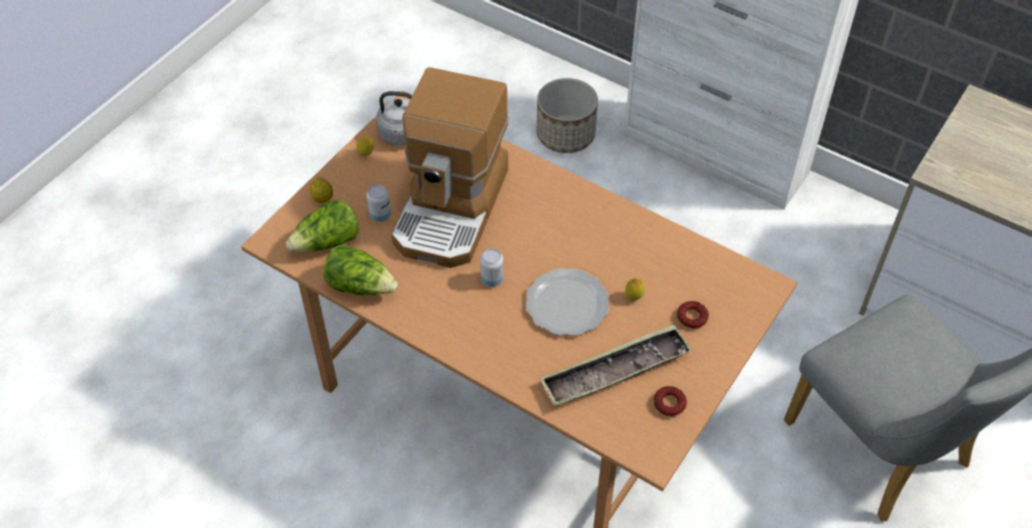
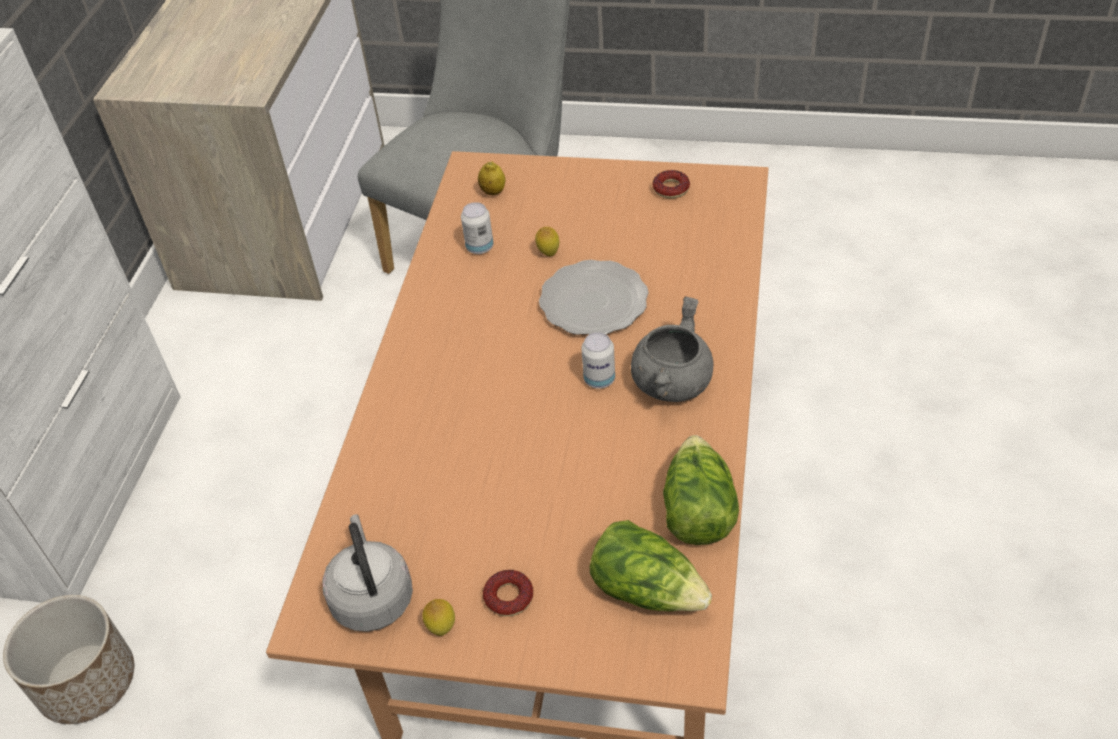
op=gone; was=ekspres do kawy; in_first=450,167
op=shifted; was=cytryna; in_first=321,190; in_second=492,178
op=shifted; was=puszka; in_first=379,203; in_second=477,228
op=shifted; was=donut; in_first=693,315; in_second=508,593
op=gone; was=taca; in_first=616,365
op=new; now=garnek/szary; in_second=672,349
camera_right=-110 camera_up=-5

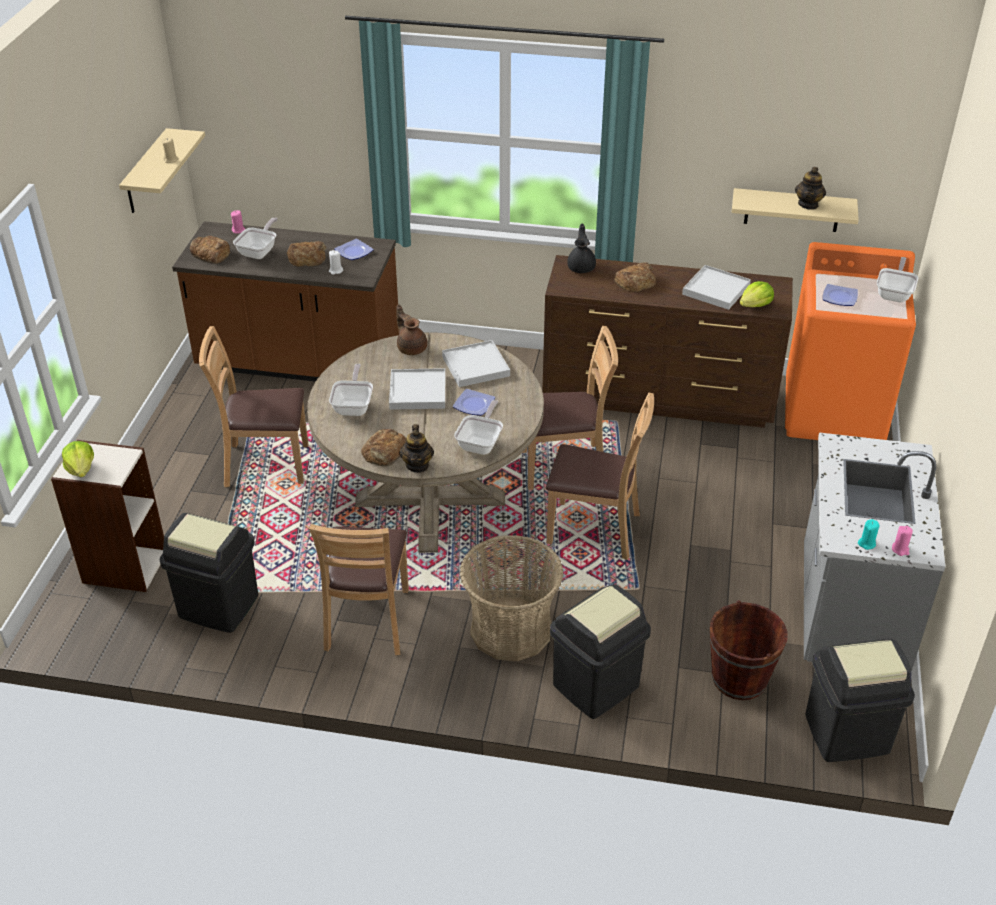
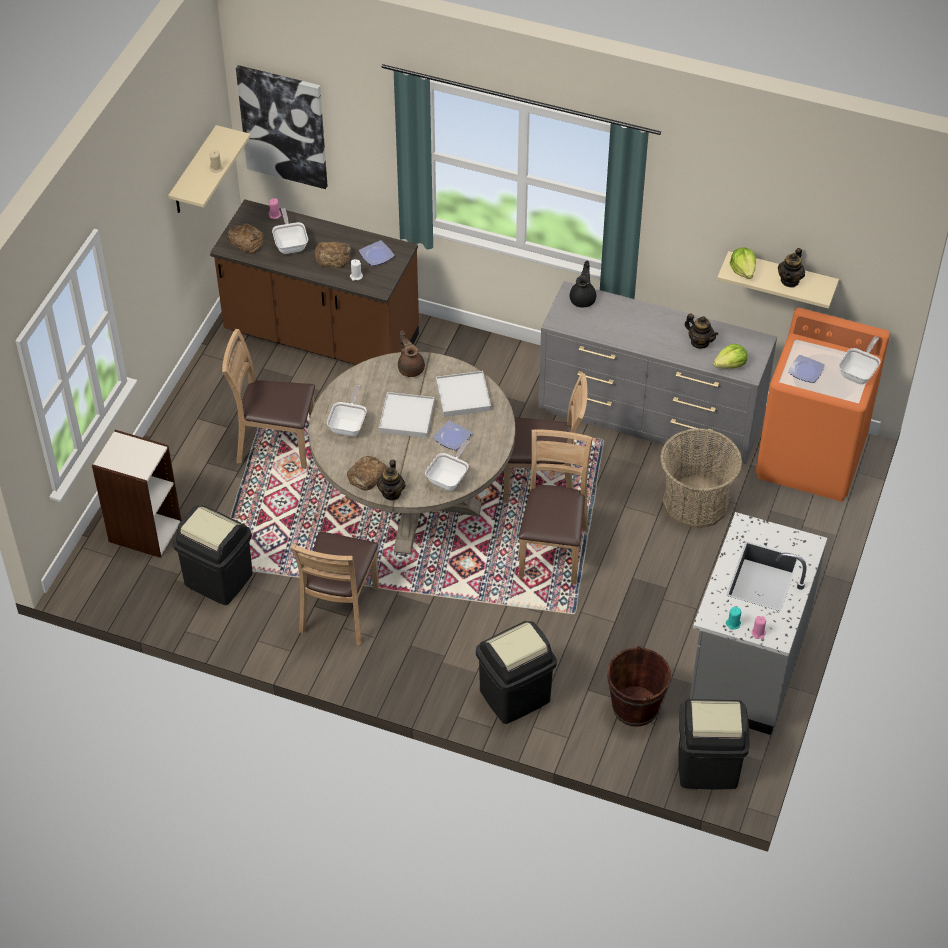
op=rotated; was=patelnia; in_first=255,238; in_second=290,231; clockwise=-45
op=repainted; was=komoda/brązowy; now=komoda/szary; in_first=667,341; in_second=657,372
op=gone; was=chleb; in_first=635,277
op=swapped; was=taca/biały; now=imbryk; in_first=716,287; in_second=701,331
op=rotated; was=krzesło/brązowy; in_first=600,476; in_second=555,507; clockwise=-105
op=shifted; was=sałata; in_first=78,459; in_second=742,263
op=shifted; was=koszyk; in_first=512,598; in_second=701,478
op=new; now=obraz; in_second=281,127
camera_right=10 camera_up=10

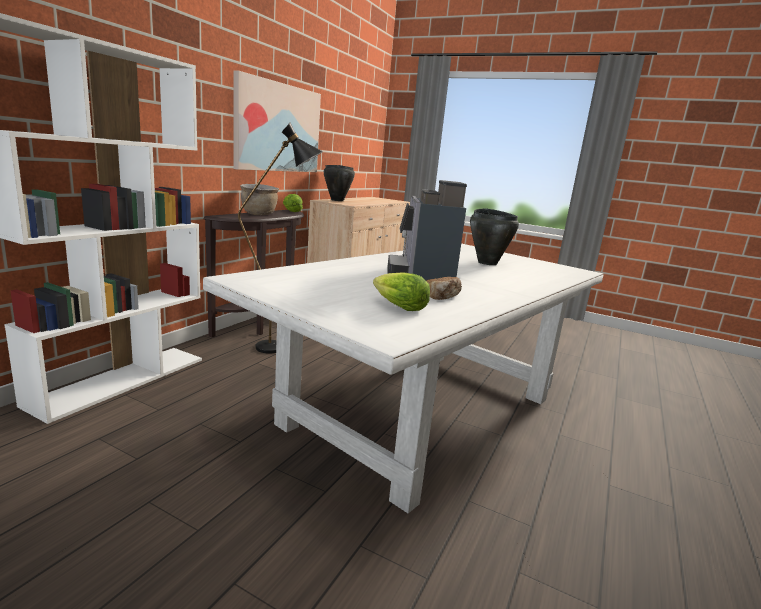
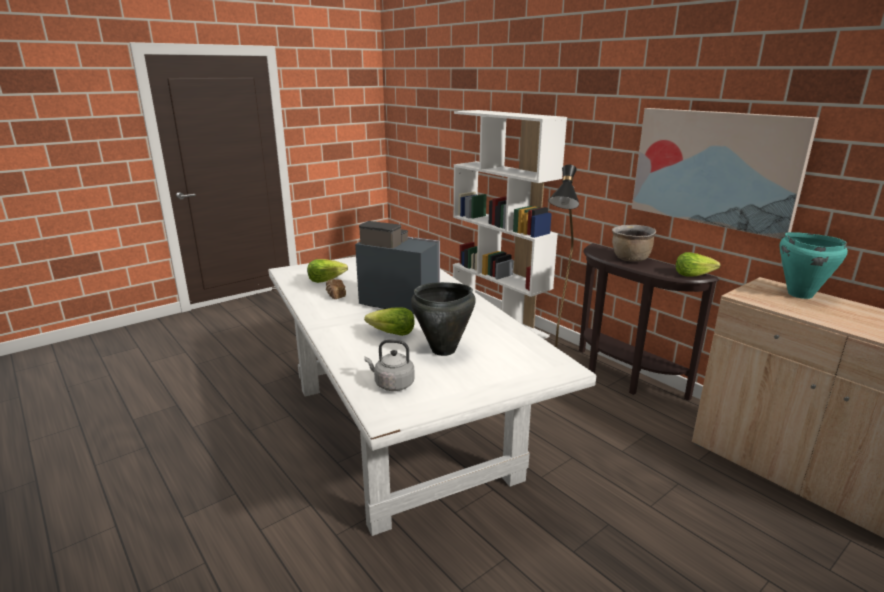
op=repainted; was=garnek/czarny; now=garnek/turkusowy; in_first=339,183; in_second=814,265
op=new; now=sałata; in_second=389,321
op=new; now=czajnik/szary; in_second=389,365
camera_right=115 camera_up=5

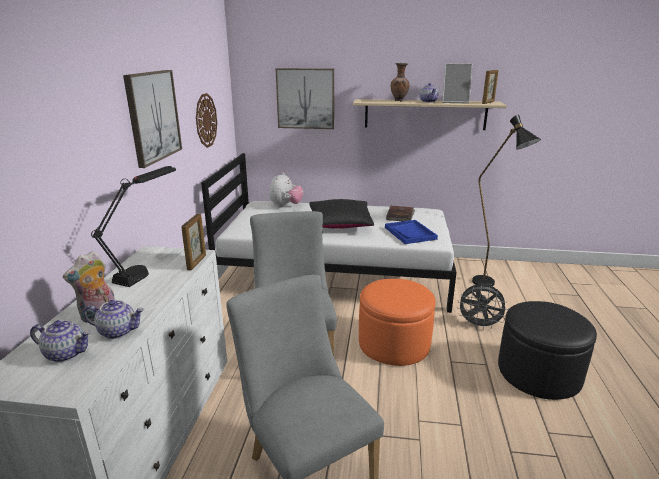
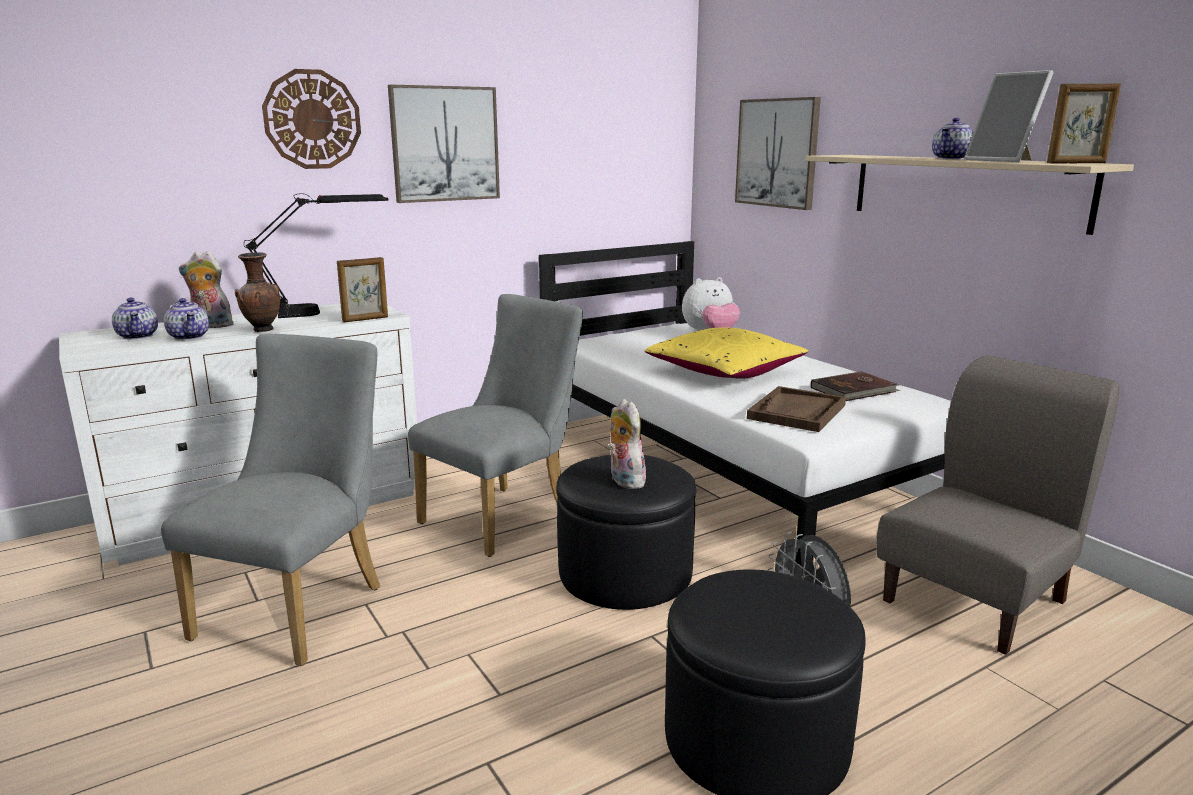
op=shifted; was=wazon/brązowy; in_first=400,82; in_second=257,292
op=shifted; was=zegar ścienny; in_first=206,120; in_second=311,119
op=swapped; was=lampa stojąca/czarny; now=krzesło/szary; in_first=506,200; in_second=997,505
op=repainted; was=poduszka/czarny; now=poduszka/żółty; in_first=341,214; in_second=727,353
op=repainted; was=taca/niebieski; now=taca/brązowy; in_first=411,232; in_second=796,409
op=repainted; was=pufa/pomarańczowy; now=pufa/czarny; in_first=397,322; in_second=626,532
op=new; now=pluszak; in_second=627,444
camera_right=50 camera_up=-5

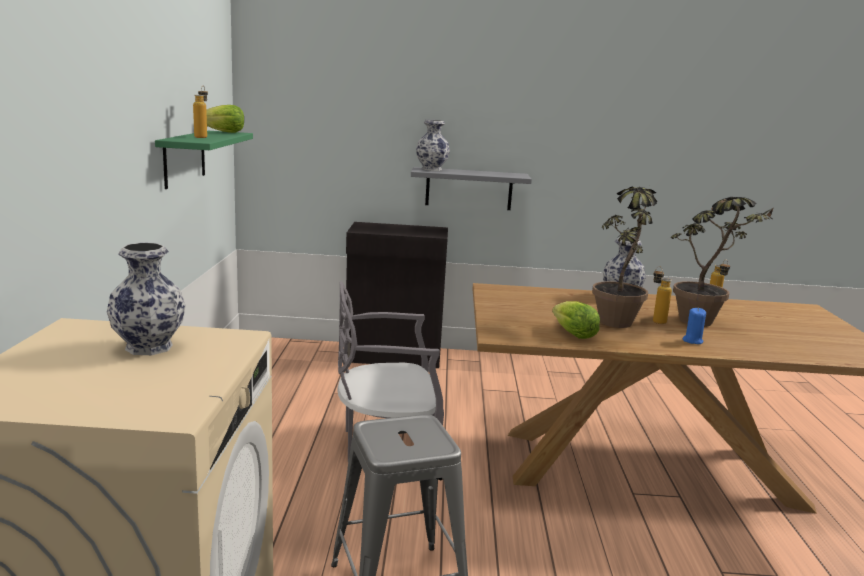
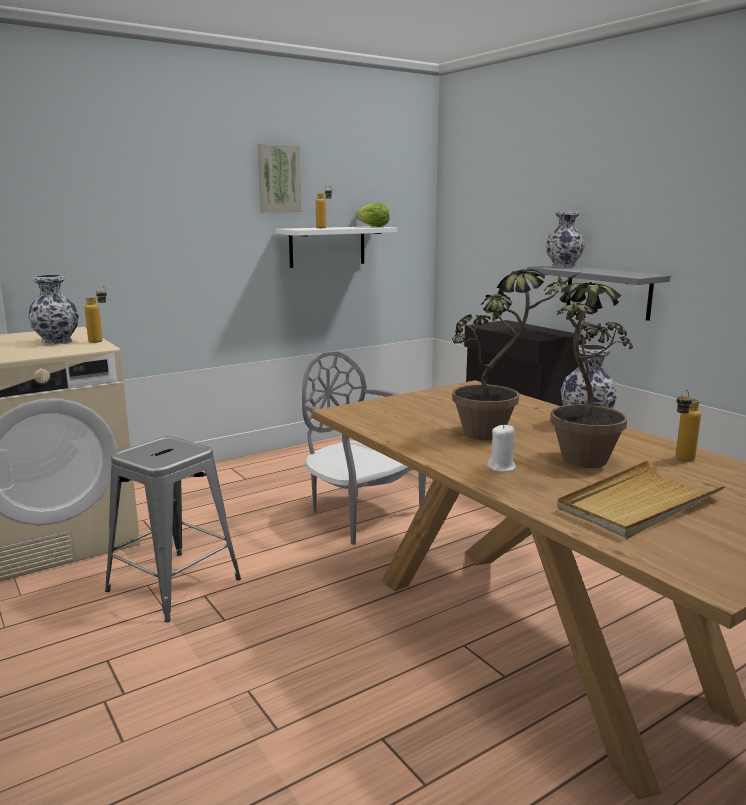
op=repainted; was=półka/zielony; now=półka/biały; in_first=204,160; in_second=336,247
op=shifted; was=butelka; in_first=662,295; in_second=96,314
op=gone; was=sałata; in_first=576,320
op=repainted; was=świeca/niebieski; now=świeca/biały; in_first=694,326; in_second=501,448
op=new; now=obraz; in_second=280,178
op=new; now=taca/beżowy; in_second=641,499
camera_right=55 camera_up=0

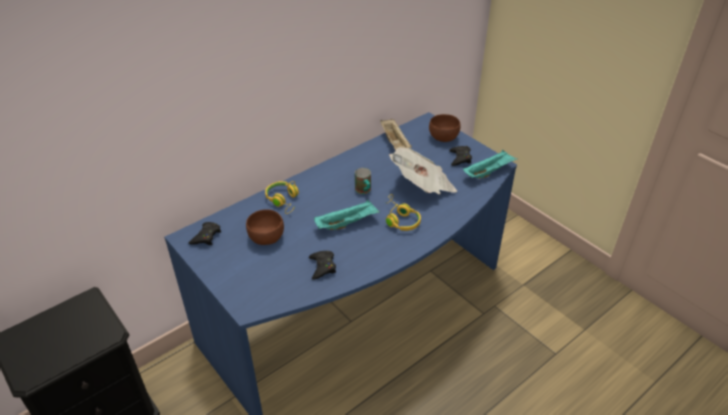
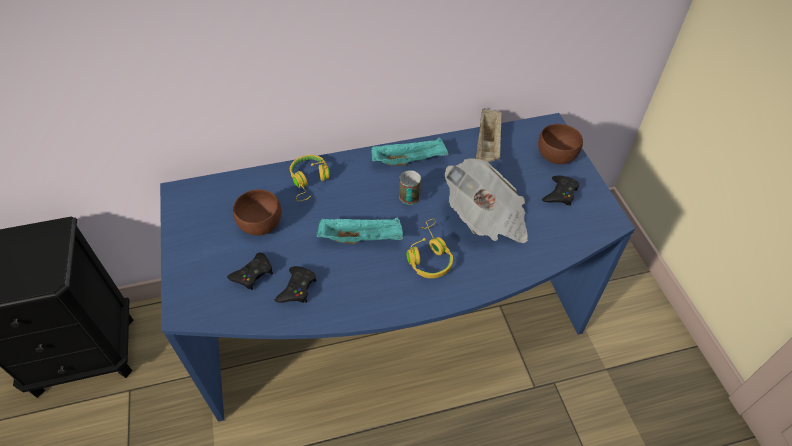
op=shifted; was=taca/turkusowy; in_first=490,164; in_second=410,151
op=shifted; was=pad do gier/czarny; in_first=205,233; in_second=250,271
camera_right=25 camera_up=10

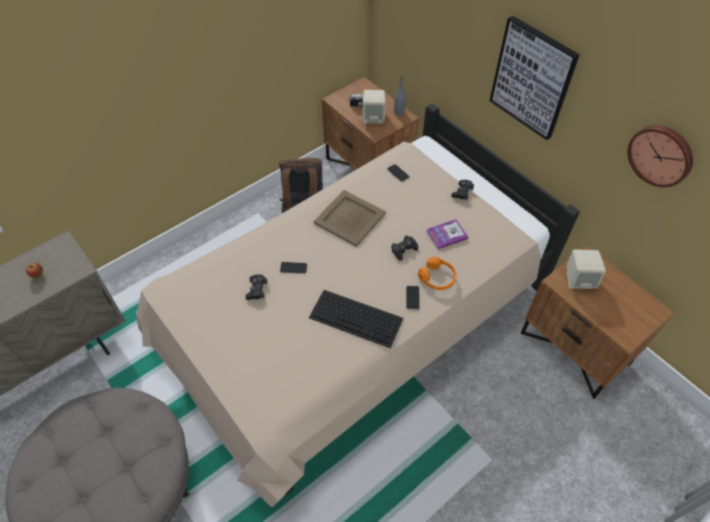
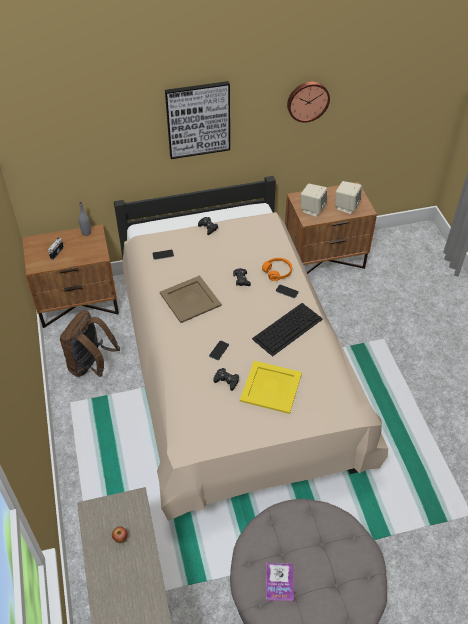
op=shifted; was=głośnik/beżowy; in_first=374,107; in_second=348,197
op=shifted; was=książka; in_first=447,234; in_second=280,582
op=new; now=taca/żółty; in_second=271,387
camera_right=-65 camera_up=-5

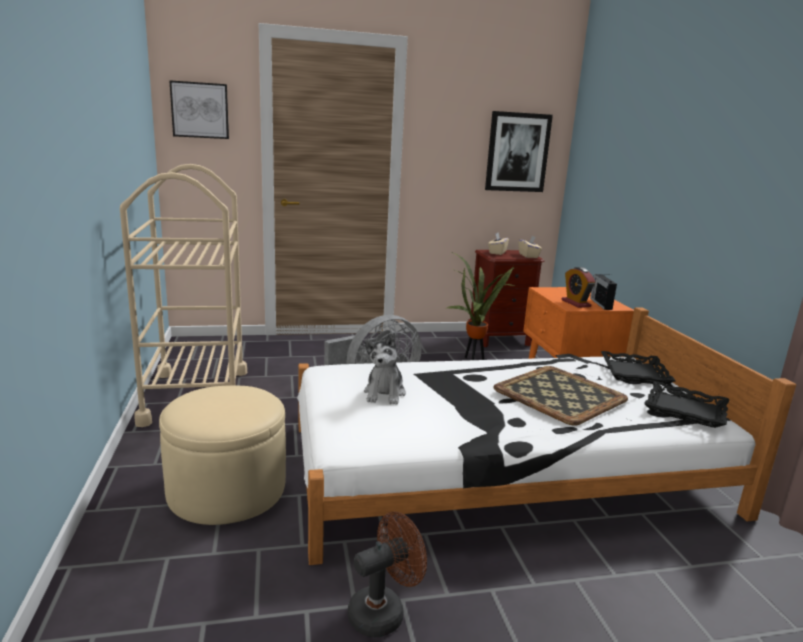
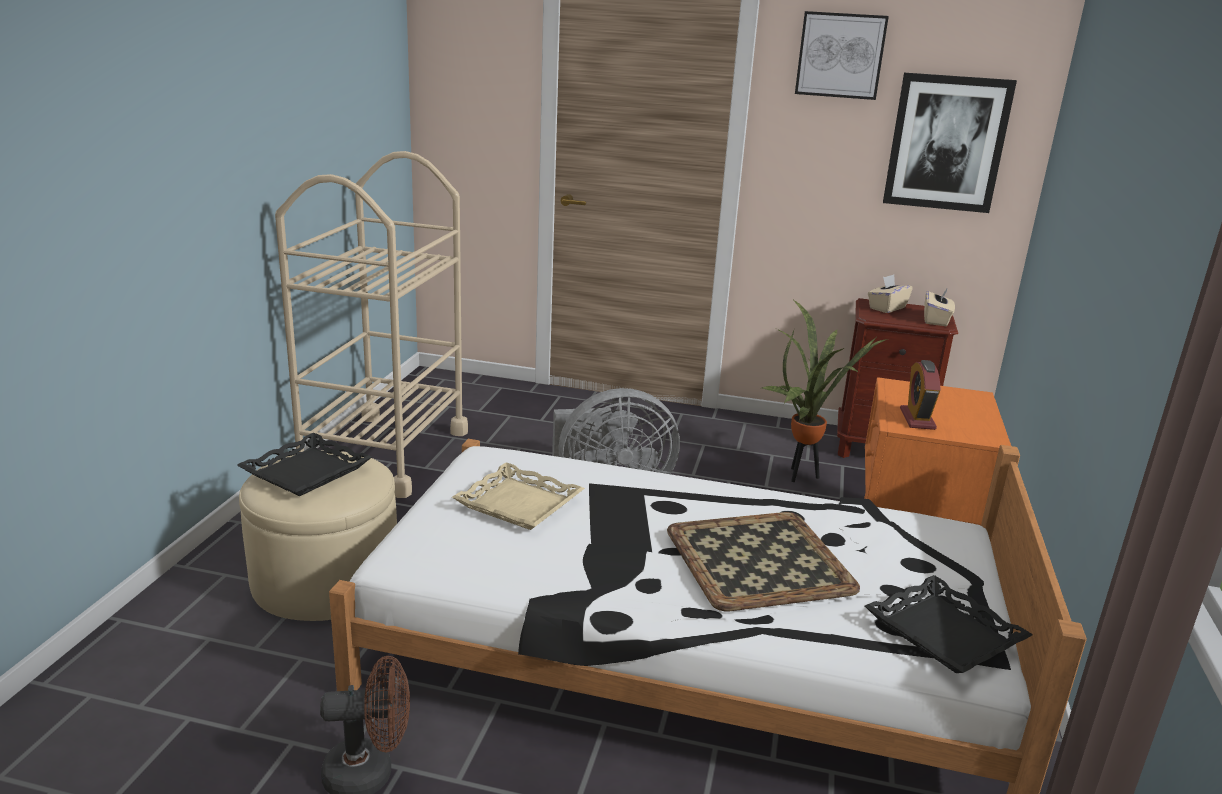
op=shifted; was=obraz; in_first=199,109; in_second=842,55
op=gone; was=radio; in_first=603,292
op=swapped; was=pluszak; now=taca/beżowy; in_first=385,369; in_second=518,496
op=shifted; was=taca/czarny; in_first=638,367; in_second=304,464
camera_right=25 camera_up=5

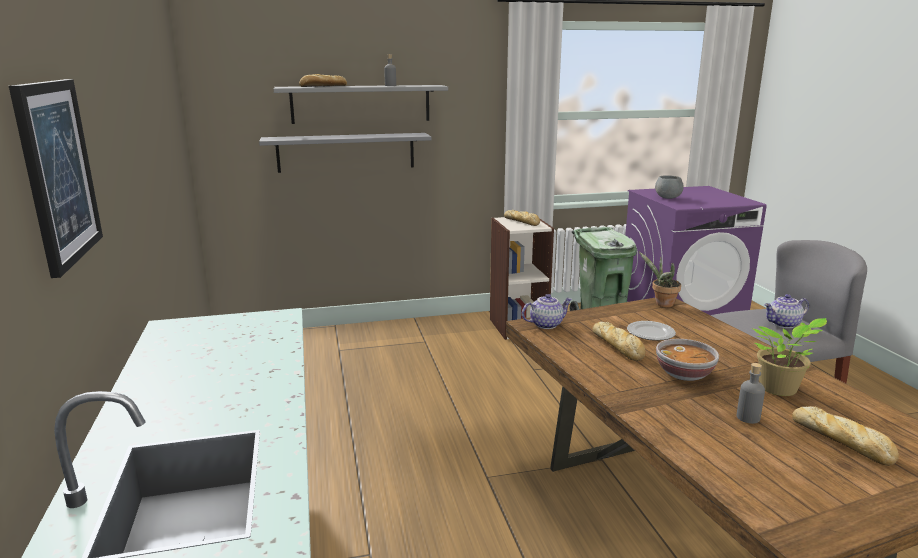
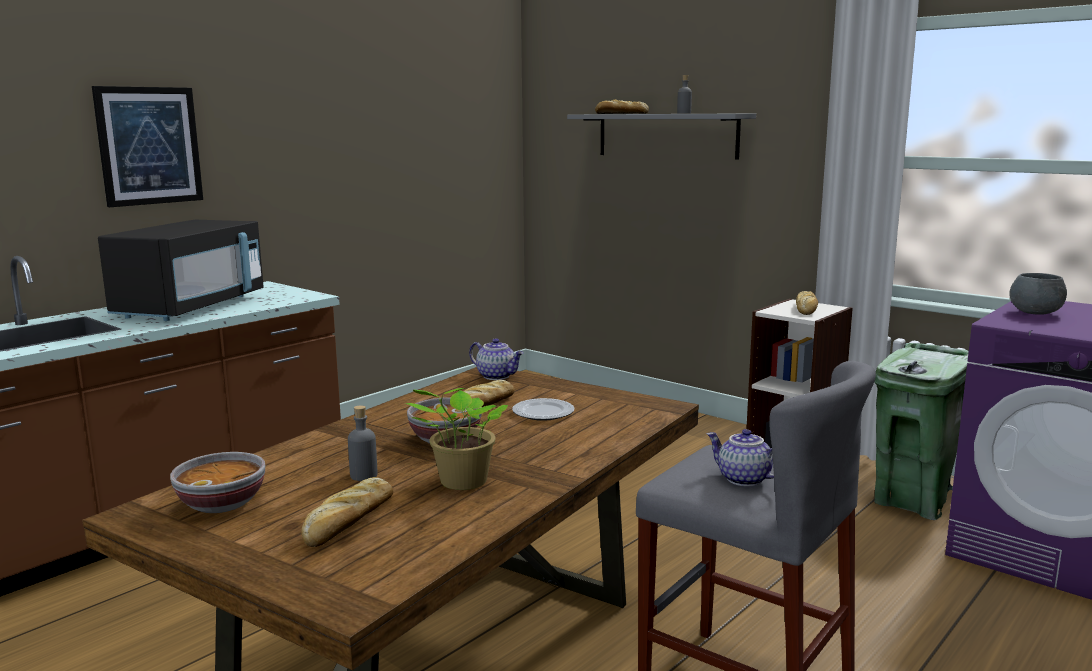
op=gone; was=półka/szary; in_first=345,153
op=gone; was=roślina doniczkowa; in_first=660,279
op=new; now=mikrofalówka/czarny; in_second=181,270
op=new; now=miska; in_second=217,482
camera_right=55 camera_up=-5

